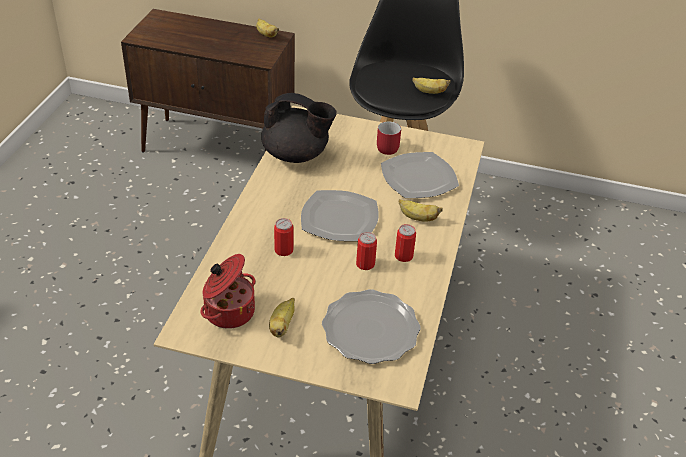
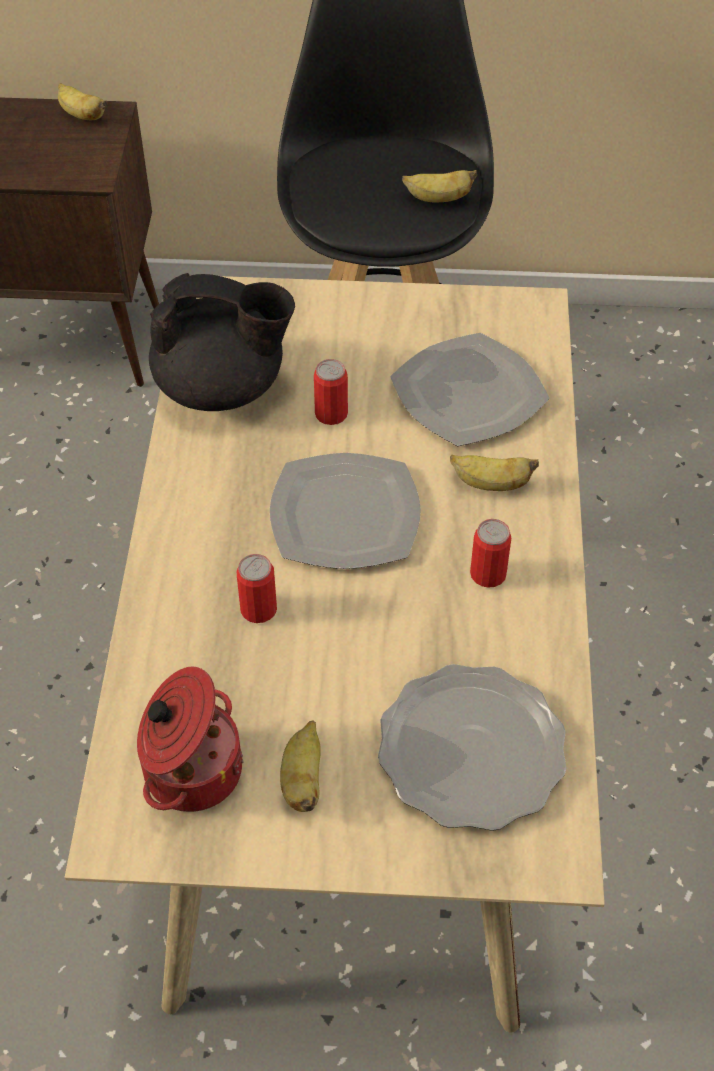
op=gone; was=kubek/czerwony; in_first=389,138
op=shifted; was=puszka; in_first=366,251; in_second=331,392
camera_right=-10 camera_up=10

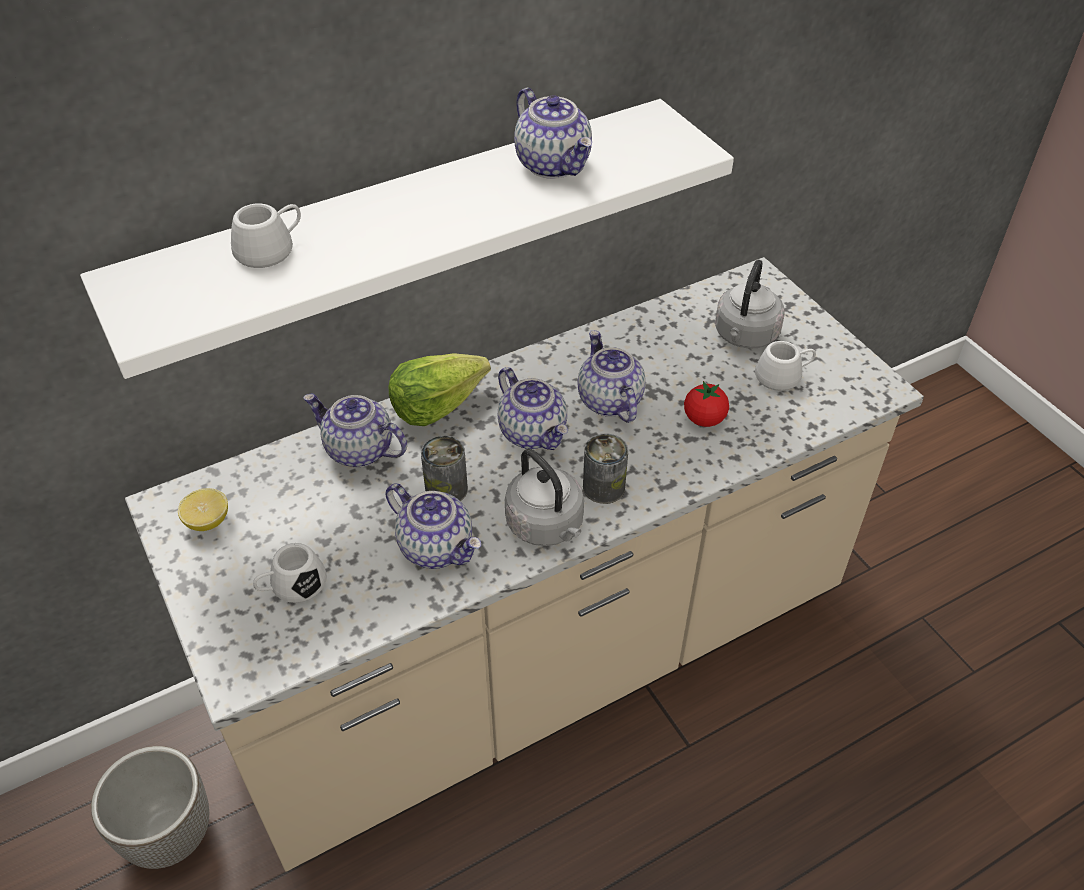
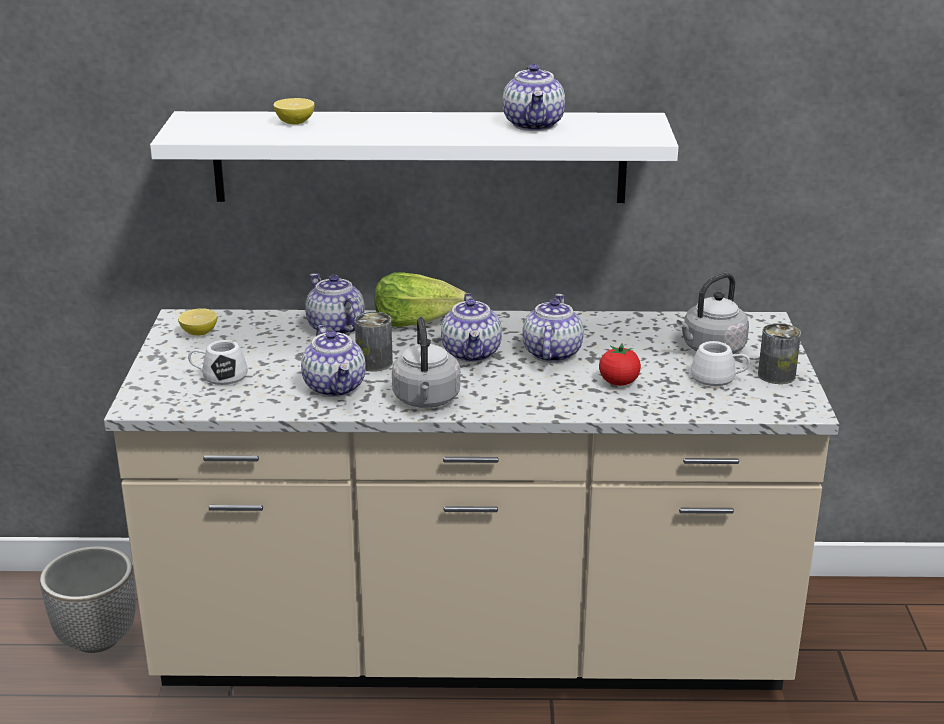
op=swapped; was=kubek/biały; now=cytryna; in_first=266,236; in_second=294,111
op=shifted; was=puszka; in_first=606,468; in_second=779,353
camera_right=30 camera_up=-20

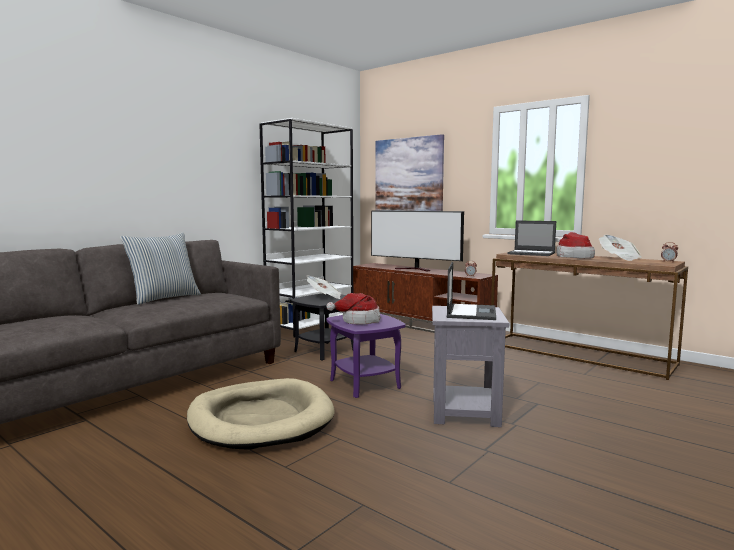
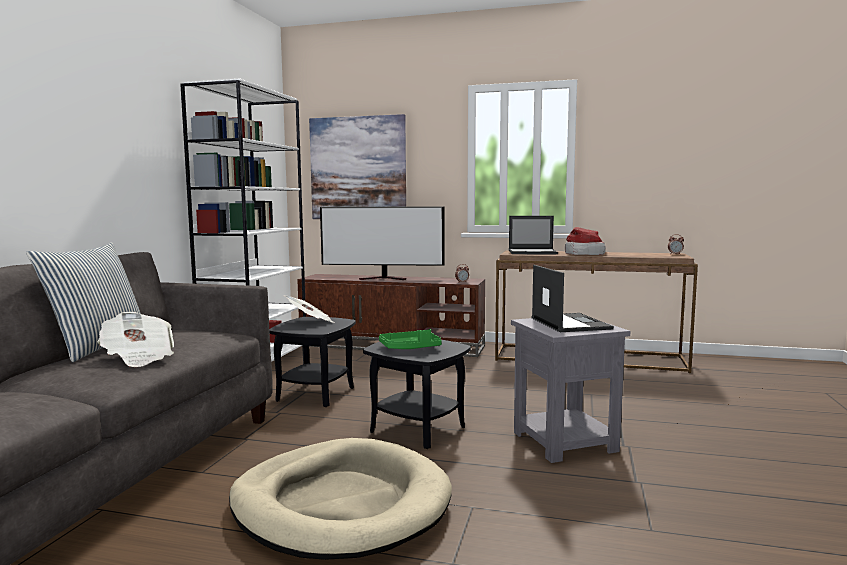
op=shifted; was=gazeta; in_first=620,248; in_second=136,339
op=swapped; was=kapelusz; now=taca/zielony; in_first=353,308; in_second=410,339
op=repainted; was=stolik/fioletowy; now=stolik/czarny; in_first=366,356; in_second=417,394
camera_right=-25 camera_up=0

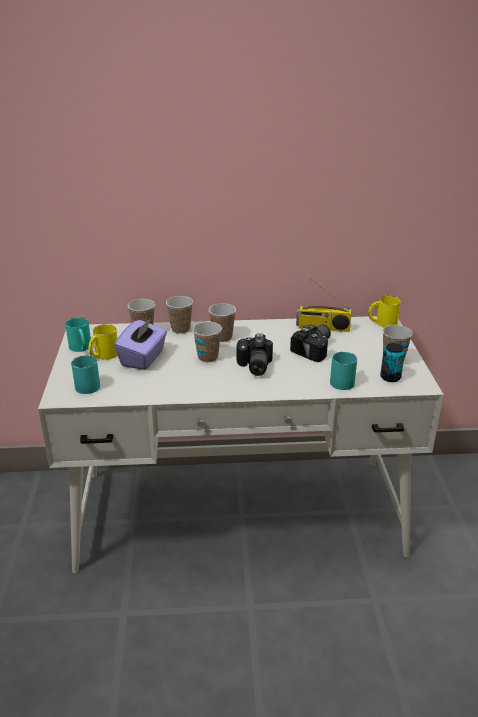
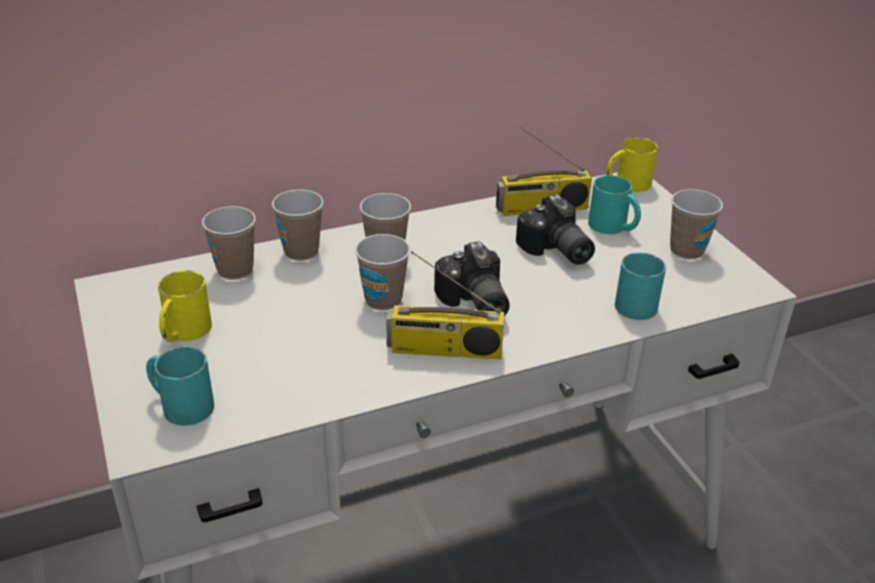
op=shifted; was=kubek/turkusowy; in_first=78,334; in_second=614,204
op=gone; was=pudełko chusteczek/fioletowy; in_first=140,344
op=rotated; was=aparat fotograficzny; in_first=310,343; in_second=555,229; clockwise=135
op=gone; was=puszka; in_first=392,362
op=new; now=radio; in_second=445,305
camera_right=-20 camera_up=5

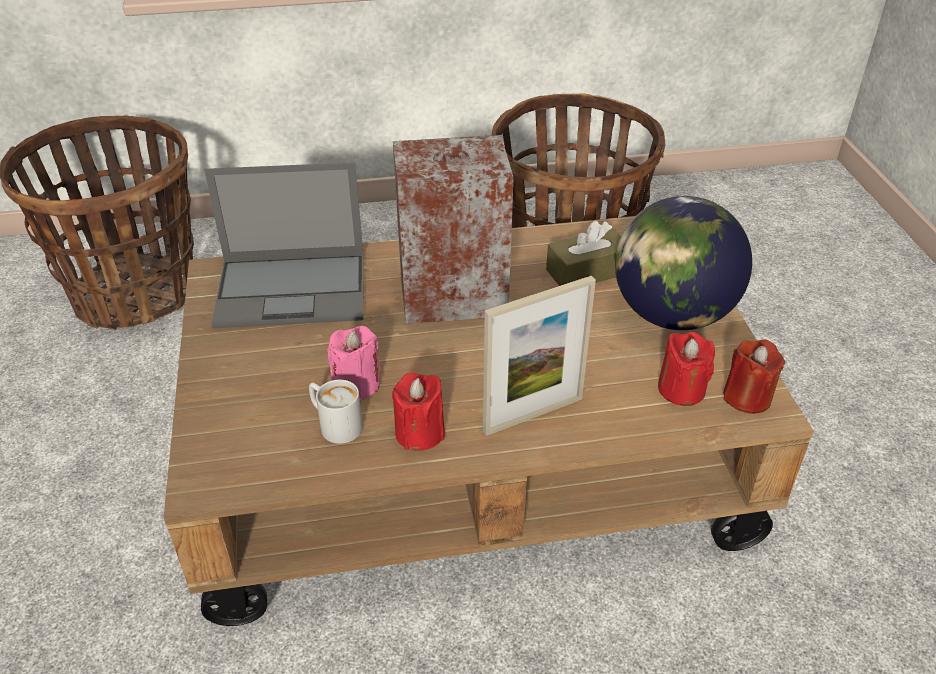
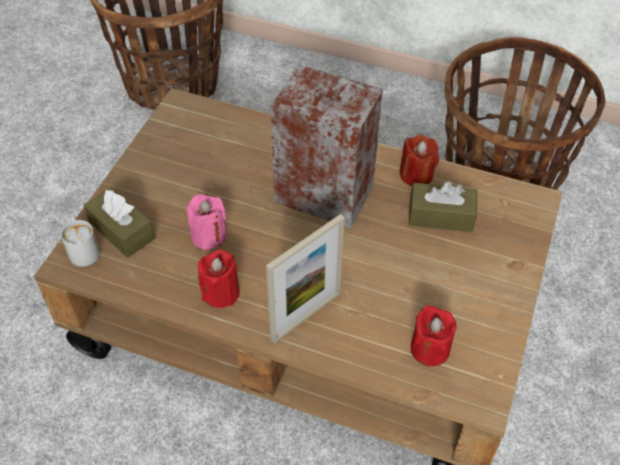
op=gone; was=laptop; in_first=284,245
op=gone; was=globus; in_first=683,263
op=rotated; was=ramka na zdjęcie; in_first=539,356; in_second=305,278; clockwise=-45
op=shifted; was=świeca/czerwony; in_first=754,376; in_second=419,160
op=shifted; was=kubek/biały; in_first=335,412; in_second=80,241
op=new; now=pudełko chusteczek/brązowy; in_second=119,222
camera_right=30 camera_up=10

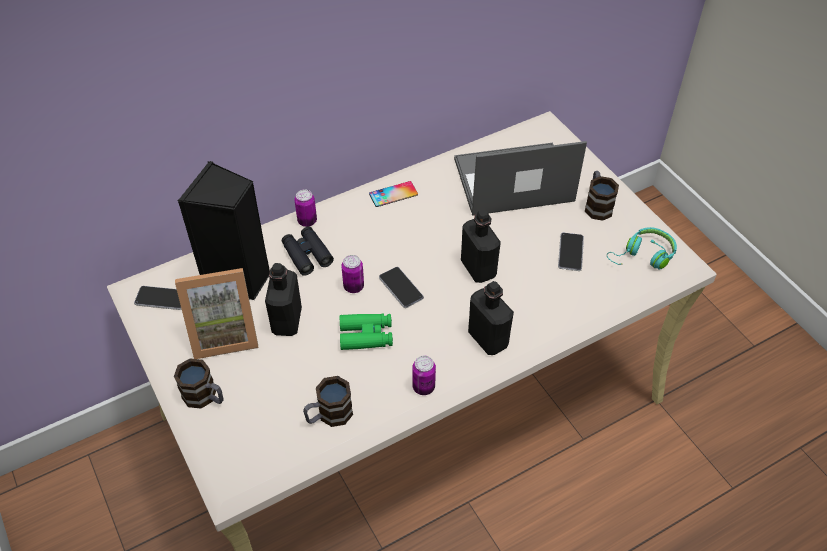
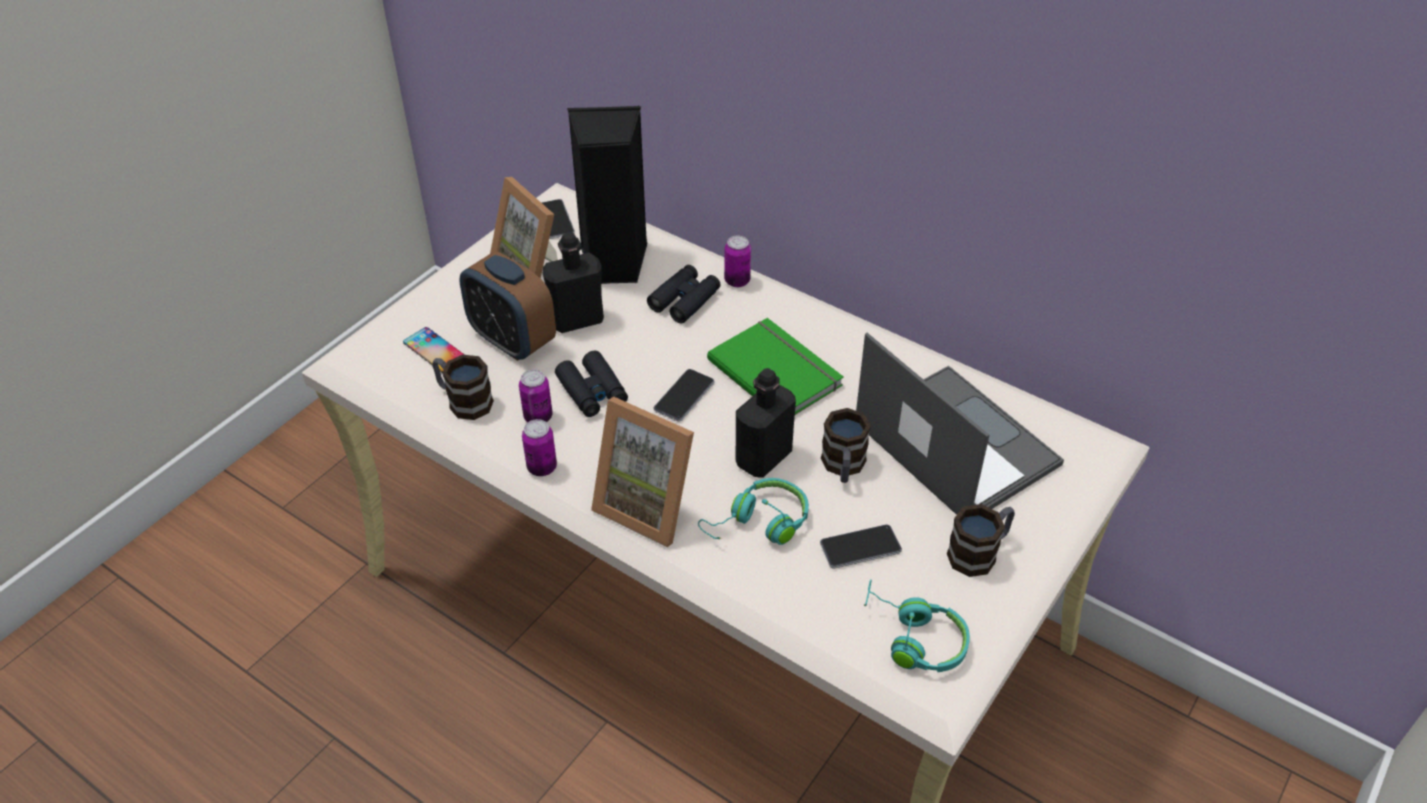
op=shifted; was=telefon; in_first=393,194; in_second=434,349
op=shifted; was=puszka; in_first=352,274; in_second=536,395
op=swapped; was=butelka/czarny; now=ramka na zdjęcie; in_first=491,318; in_second=642,472
op=repainted; was=lornetka/zielony; now=lornetka/czarny; in_first=366,332; in_second=591,384
op=shifted; was=kubek; in_first=199,383; in_second=846,445
op=new; now=budzik; in_second=507,306
op=new; now=książka/zielony; in_second=775,366
op=new; now=słuchawki/turkusowy; in_second=753,511
camera_right=65 camera_up=-5

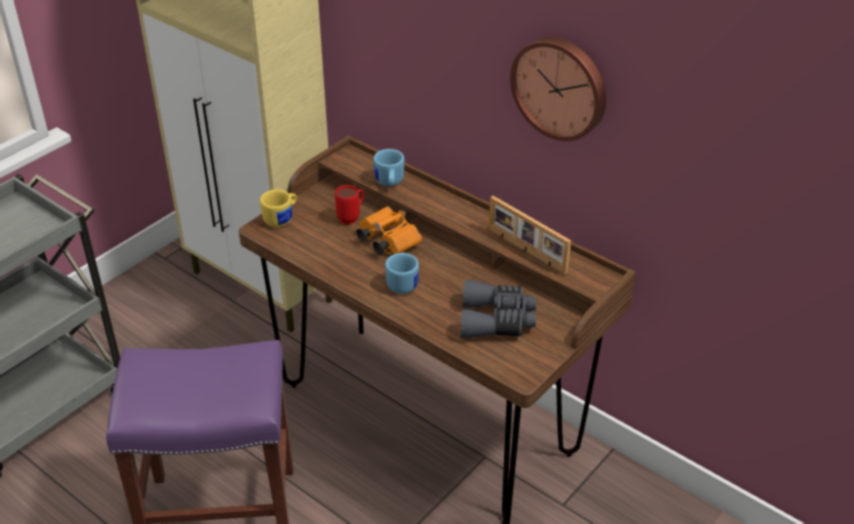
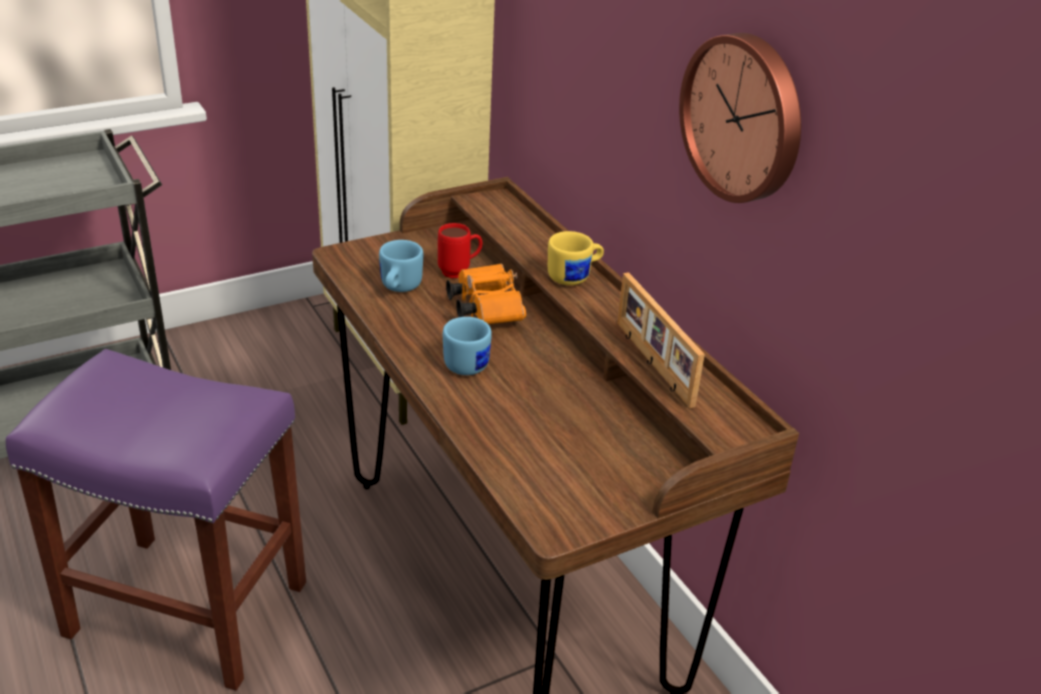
op=shifted; was=kubek/niebieski; in_first=388,167; in_second=401,266
op=shifted; was=kubek/żółty; in_first=278,208; in_second=576,258
op=gone; was=lornetka/szary; in_first=498,309
camera_right=20 camera_up=-5

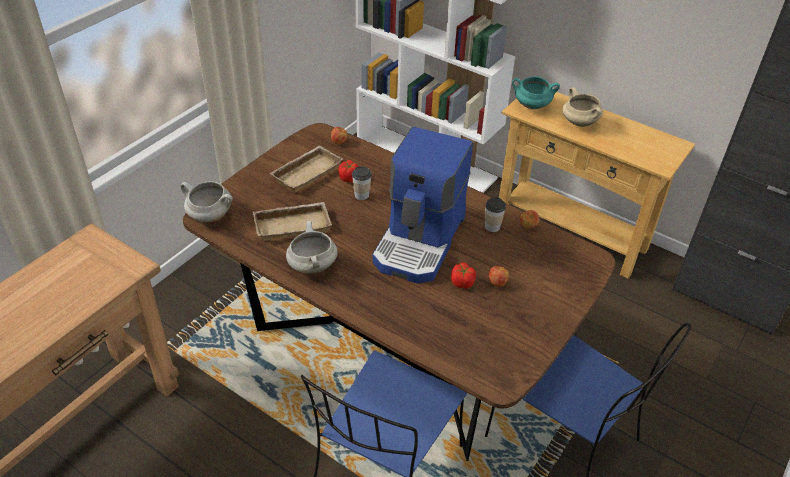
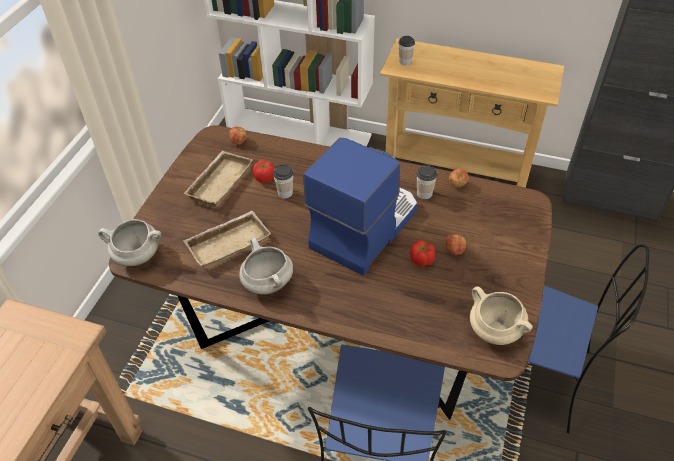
op=swapped; was=garnek/turkusowy; now=filiżanka; in_first=536,92; in_second=407,50
op=shifted; was=garnek/beżowy; in_first=582,107; in_second=501,316
op=rotated; was=ekspres do kawy; in_first=423,205; in_second=360,206; clockwise=-150
camera_right=-15 camera_up=5

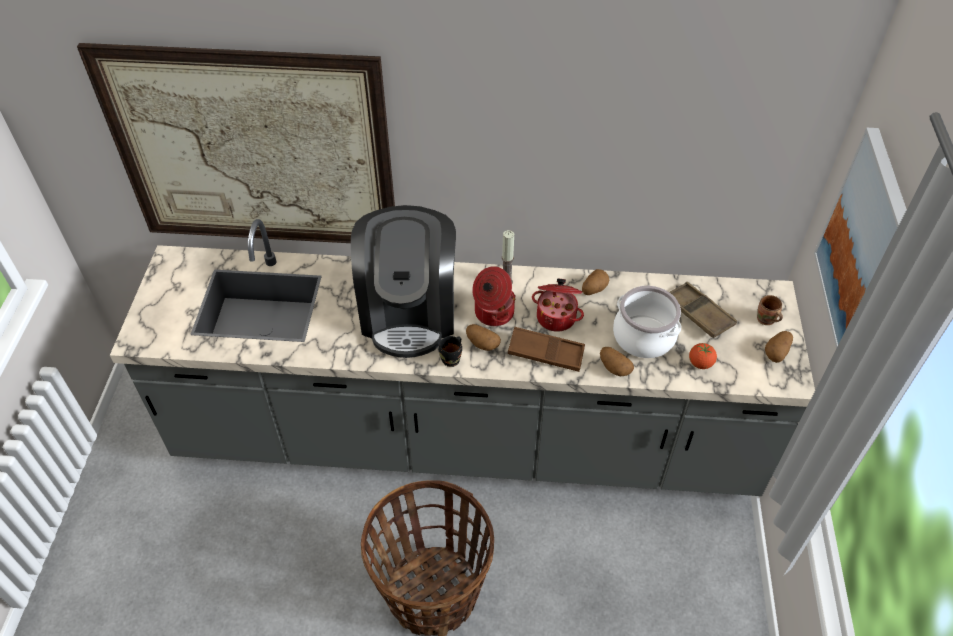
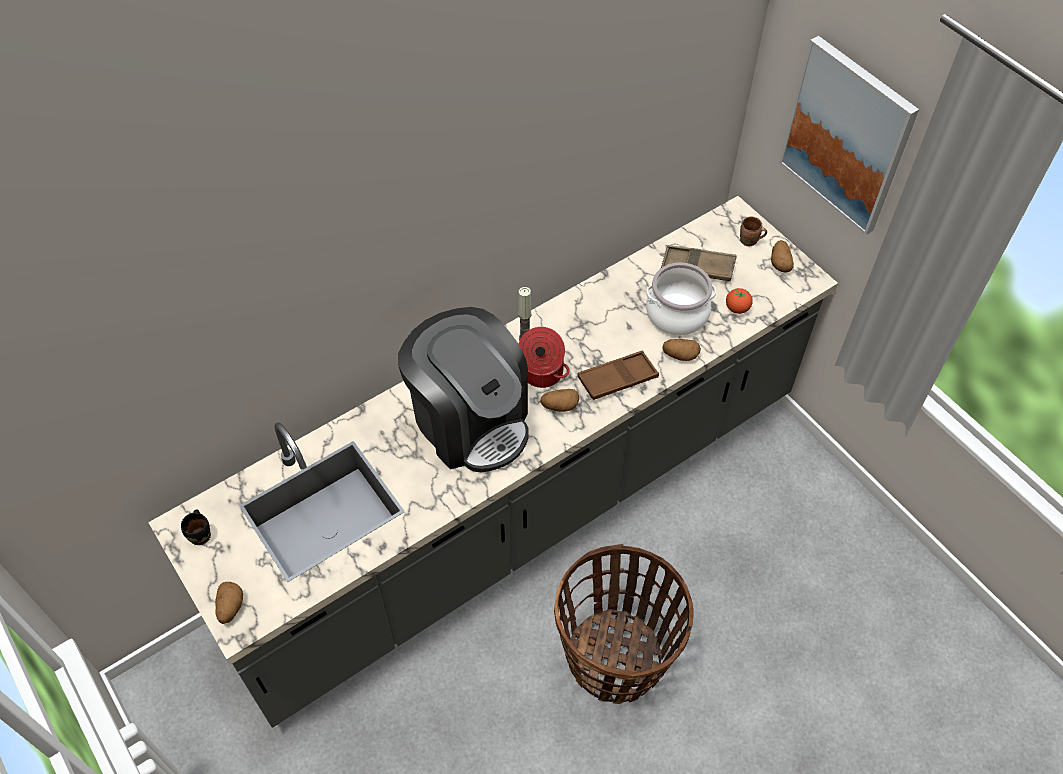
op=gone; was=obraz; in_first=236,143
op=shifted; was=ziemniak; in_first=595,282; in_second=229,603
op=gone; was=garnek; in_first=558,305
op=shifted; was=kubek/czarny; in_first=450,351; in_second=196,527
camera_right=-40 camera_up=5

